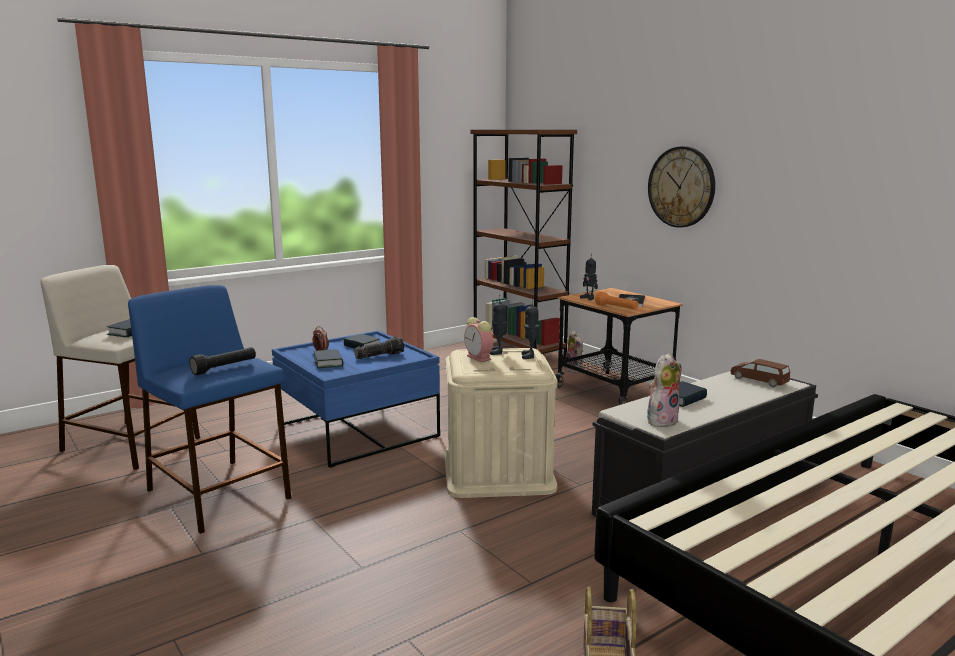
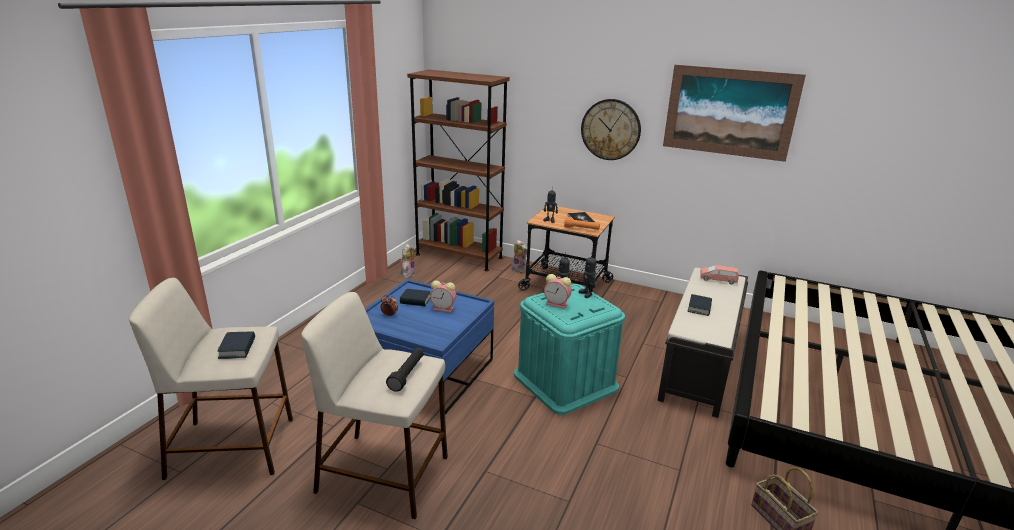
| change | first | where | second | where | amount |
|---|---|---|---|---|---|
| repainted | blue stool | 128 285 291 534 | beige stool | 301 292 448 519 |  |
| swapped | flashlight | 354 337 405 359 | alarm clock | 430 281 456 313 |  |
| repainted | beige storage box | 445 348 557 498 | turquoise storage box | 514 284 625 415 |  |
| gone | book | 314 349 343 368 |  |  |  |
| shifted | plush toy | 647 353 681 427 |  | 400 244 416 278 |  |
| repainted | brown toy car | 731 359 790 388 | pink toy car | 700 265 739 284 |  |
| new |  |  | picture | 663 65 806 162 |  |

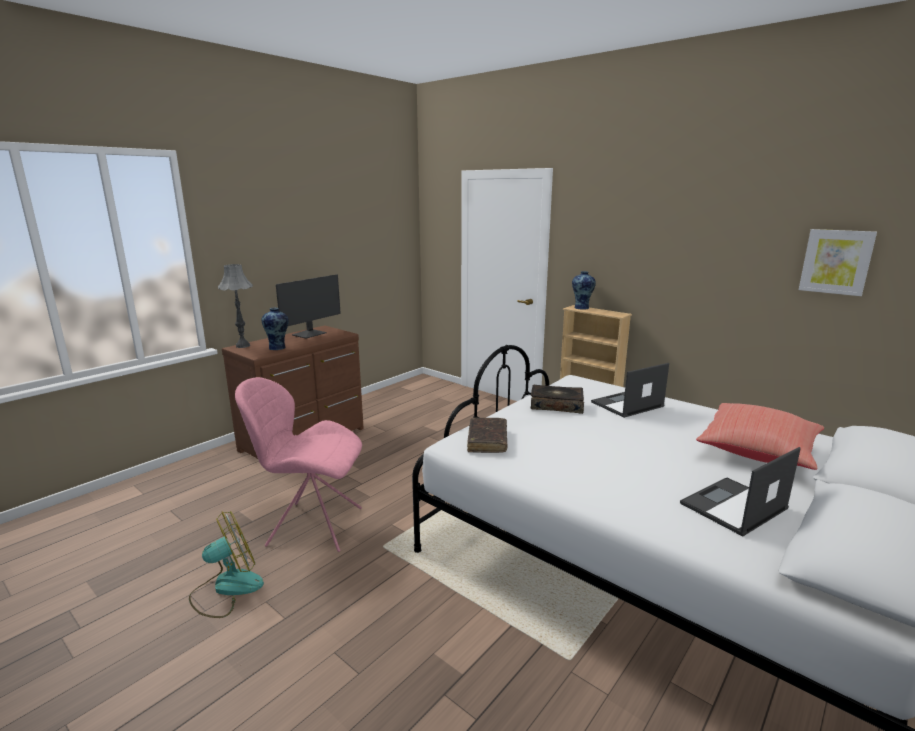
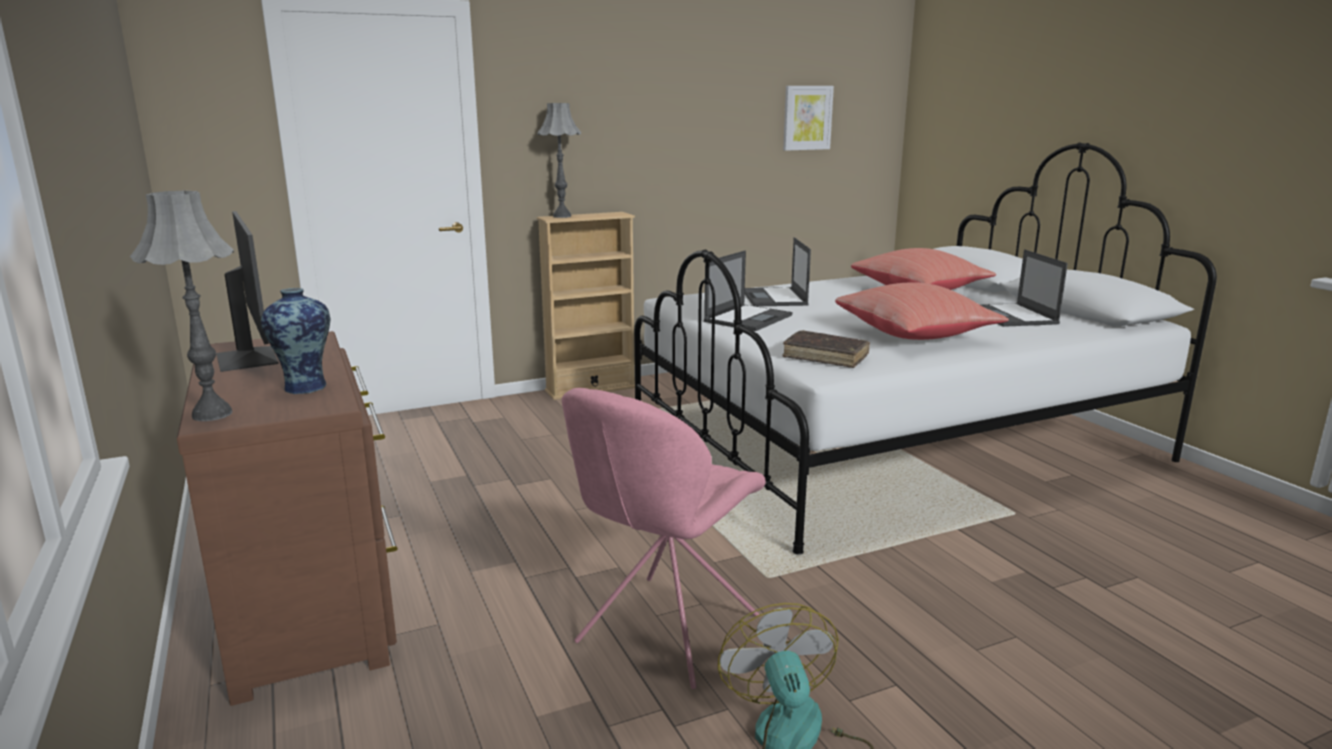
| change | first | where | second | where | amount |
|---|---|---|---|---|---|
| swapped | vase | 572 271 596 309 | grey table lamp | 538 103 581 218 |  |
| swapped | book | 531 385 584 414 | laptop | 704 250 792 331 |  |
| new |  |  | red pillow | 835 283 1009 340 |  |

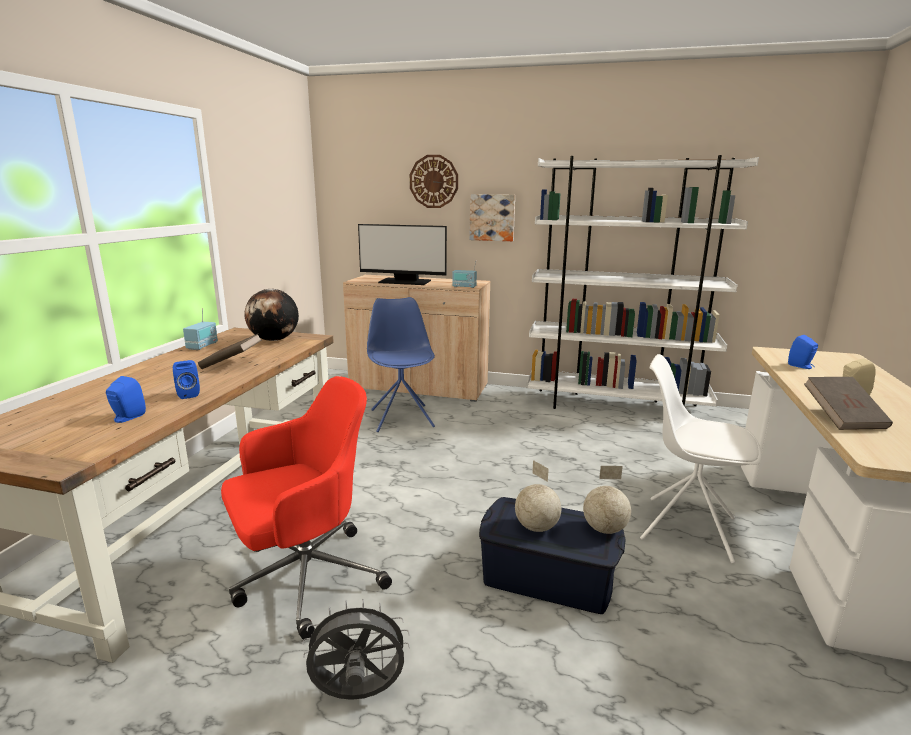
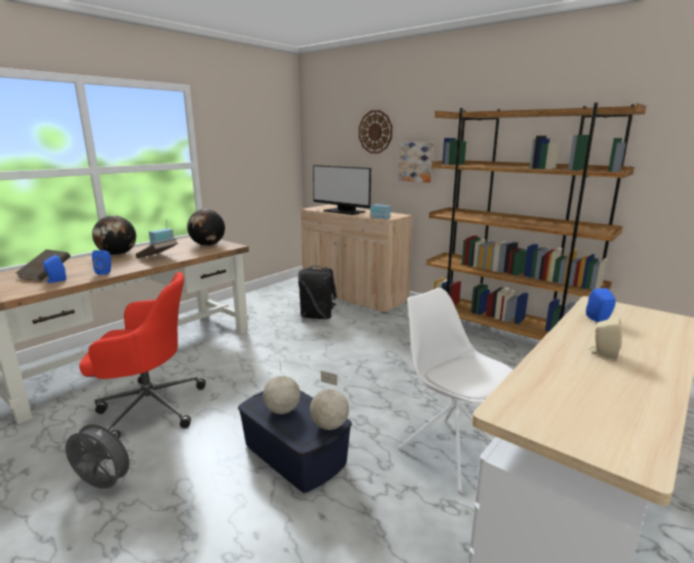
| change | first | where | second | where | amount |
|---|---|---|---|---|---|
| repainted | white bookcase | 526 155 759 409 | brown bookcase | 426 103 646 340 |  |
| swapped | blue chair | 367 297 435 432 | black backpack | 298 266 337 319 |  |
| shifted | brown book | 804 377 893 430 |  | 16 249 71 281 |  |
| new |  |  | globe | 92 215 136 255 |  |

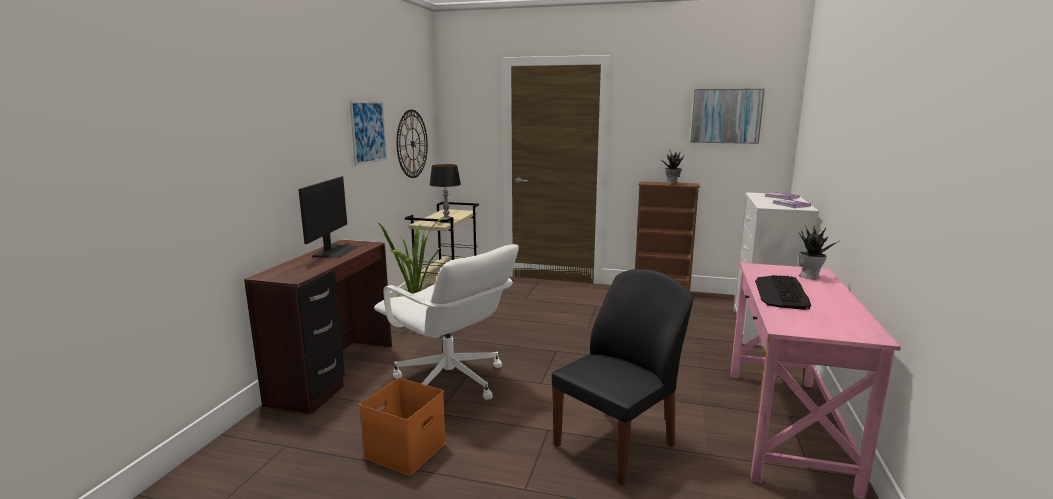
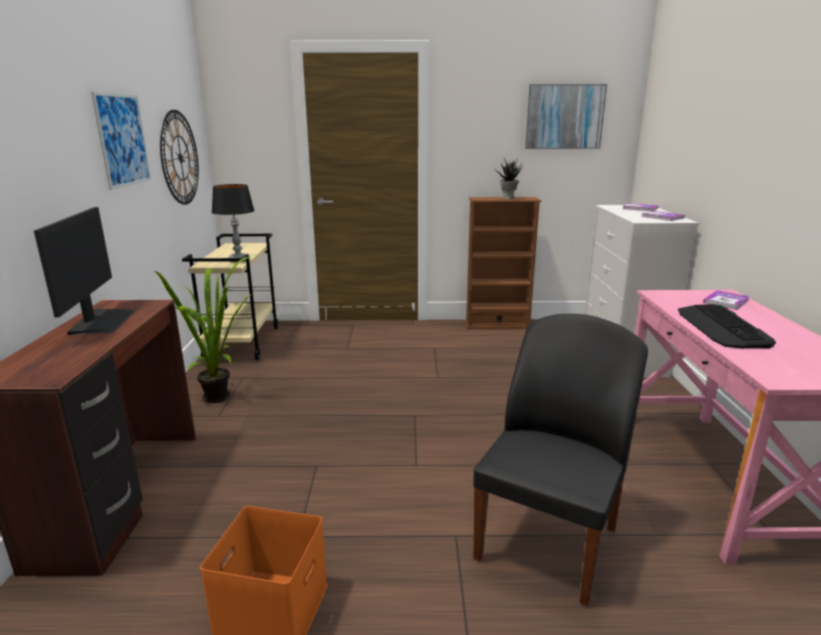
| change | first | where | second | where | amount |
|---|---|---|---|---|---|
| swapped | potted plant | 799 225 839 279 | book | 703 290 750 310 |  |
| gone | white office chair | 374 244 519 400 |  |  |  |

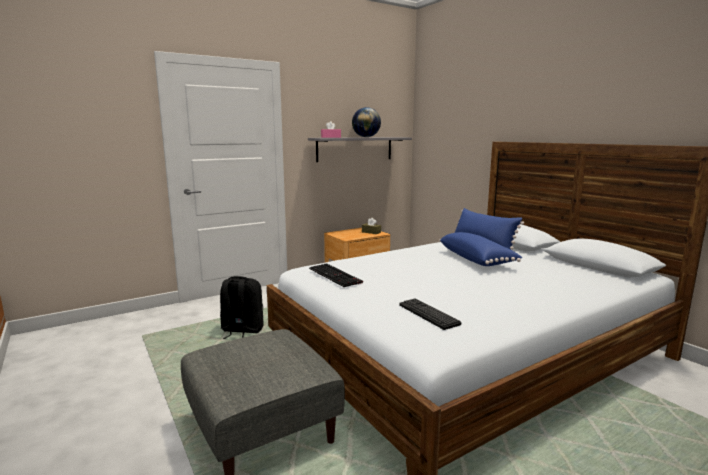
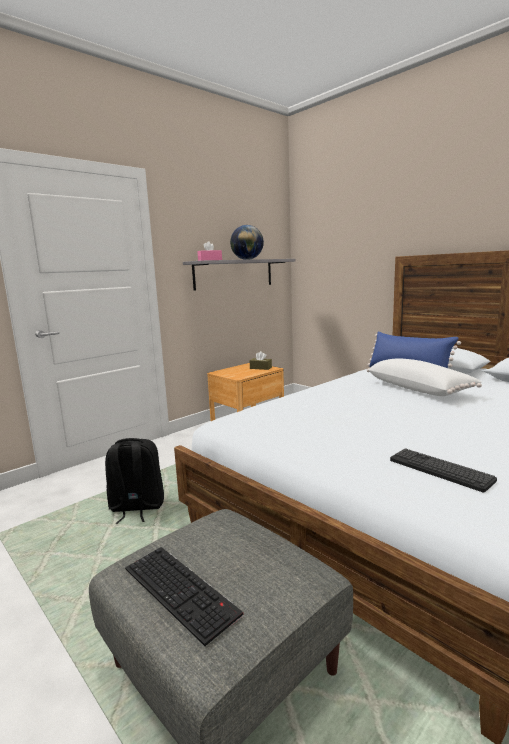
| change | first | where | second | where | amount |
|---|---|---|---|---|---|
| repainted | blue pillow | 439 232 522 266 | white pillow | 367 359 482 396 |  |
| shifted | keyboard | 309 264 363 287 |  | 125 547 244 646 |  |

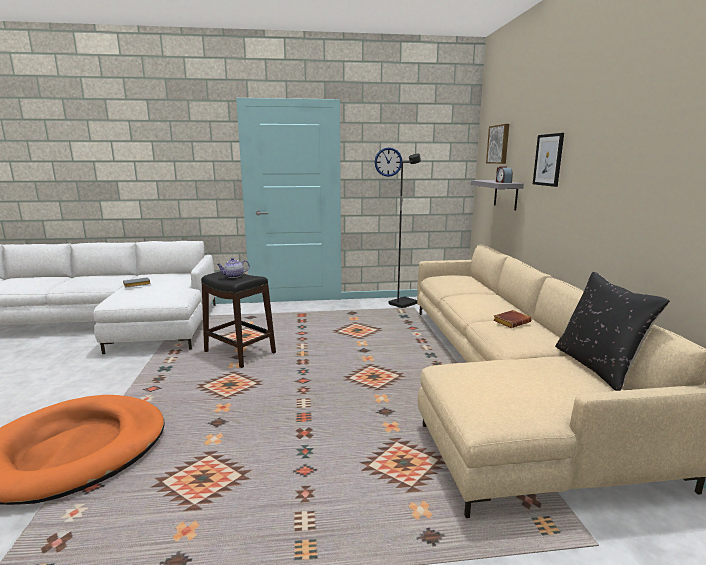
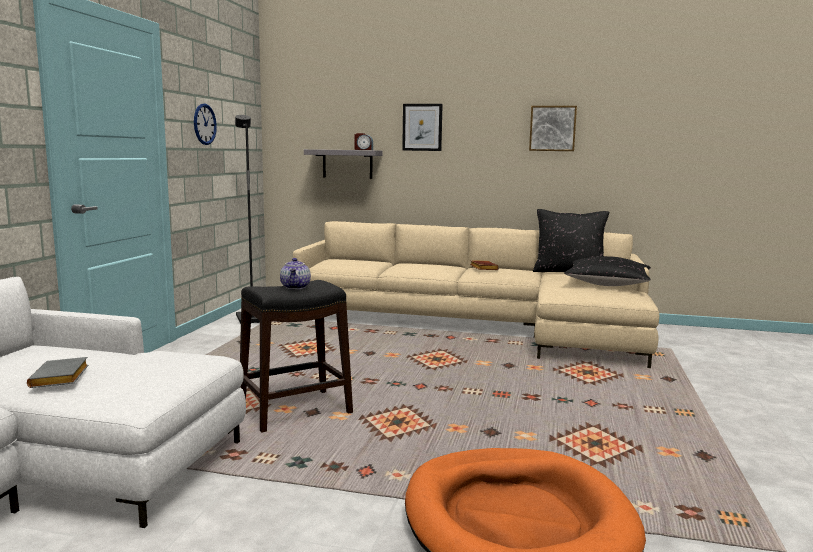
| change | first | where | second | where | amount |
|---|---|---|---|---|---|
| shifted | picture | 486 124 509 164 |  | 529 106 577 151 |  |
| new |  |  | black pillow | 564 256 651 286 |  |

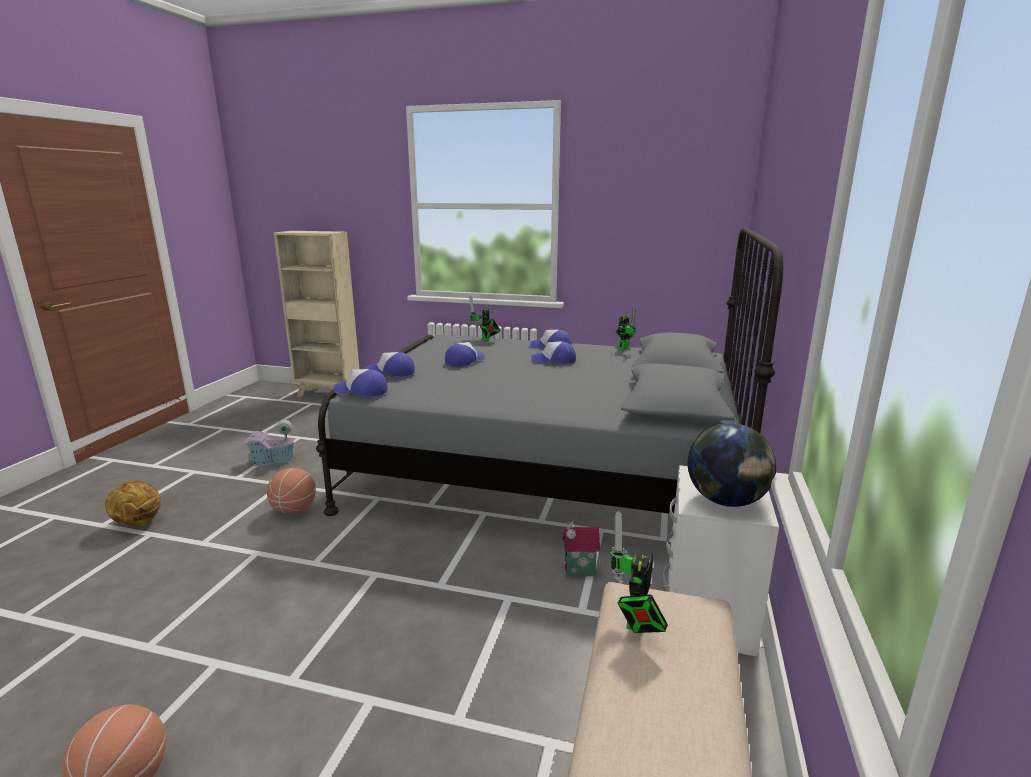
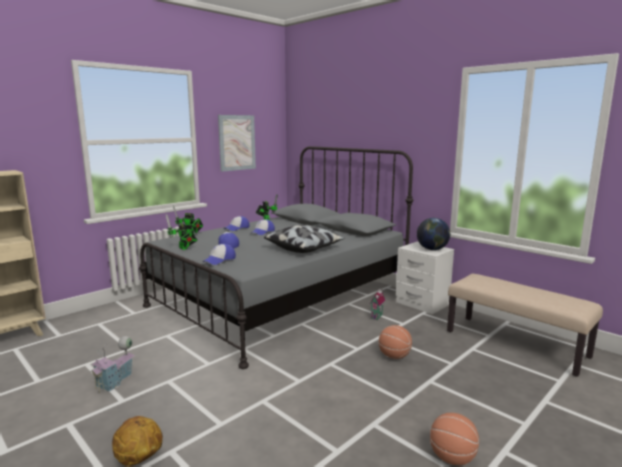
| change | first | where | second | where | amount |
|---|---|---|---|---|---|
| gone | cap | 333 369 387 397 |  |  |  |
| shifted | basketball | 267 468 316 514 |  | 379 325 412 359 |  |
| shifted | toy robot | 609 510 668 633 |  | 166 214 198 250 |  |
| new |  |  | picture | 218 115 256 172 |  |
| new |  |  | pillow | 264 225 345 253 |  |

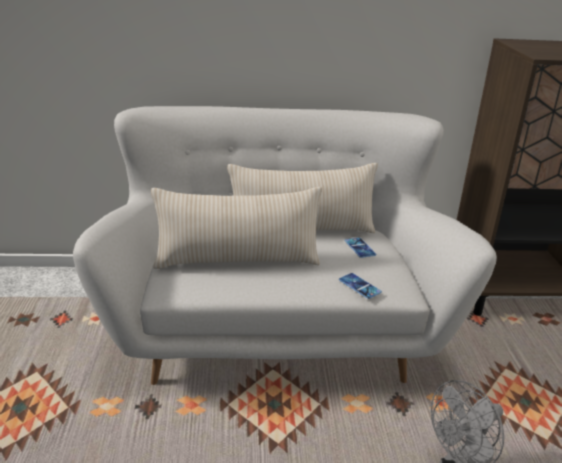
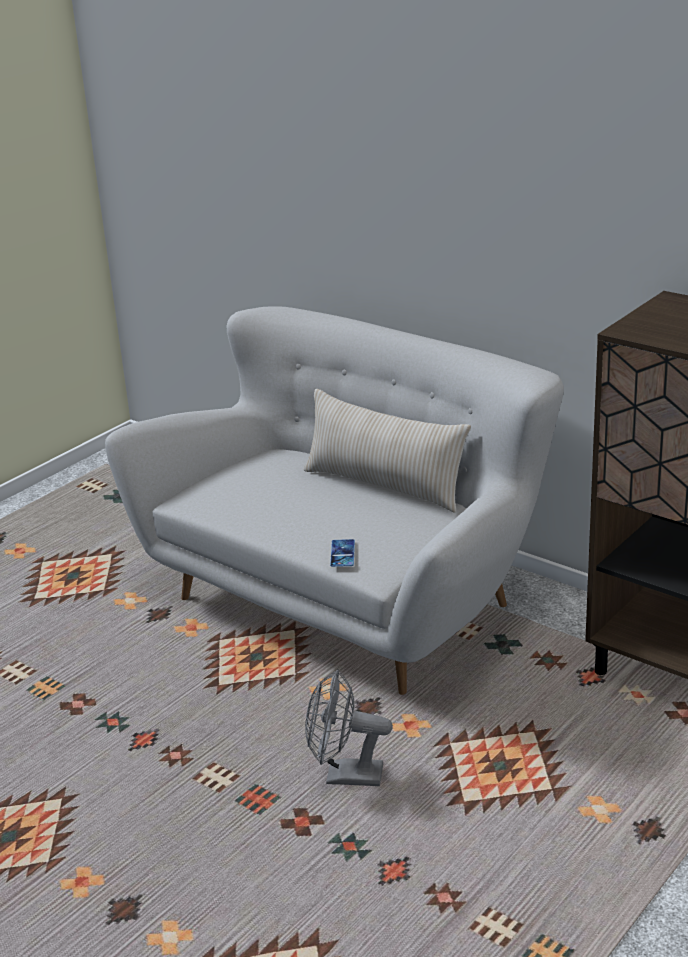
| change | first | where | second | where | amount |
|---|---|---|---|---|---|
| gone | beige pillow | 151 187 322 269 |  |  |  |
| gone | phone | 345 238 376 258 |  |  |  |

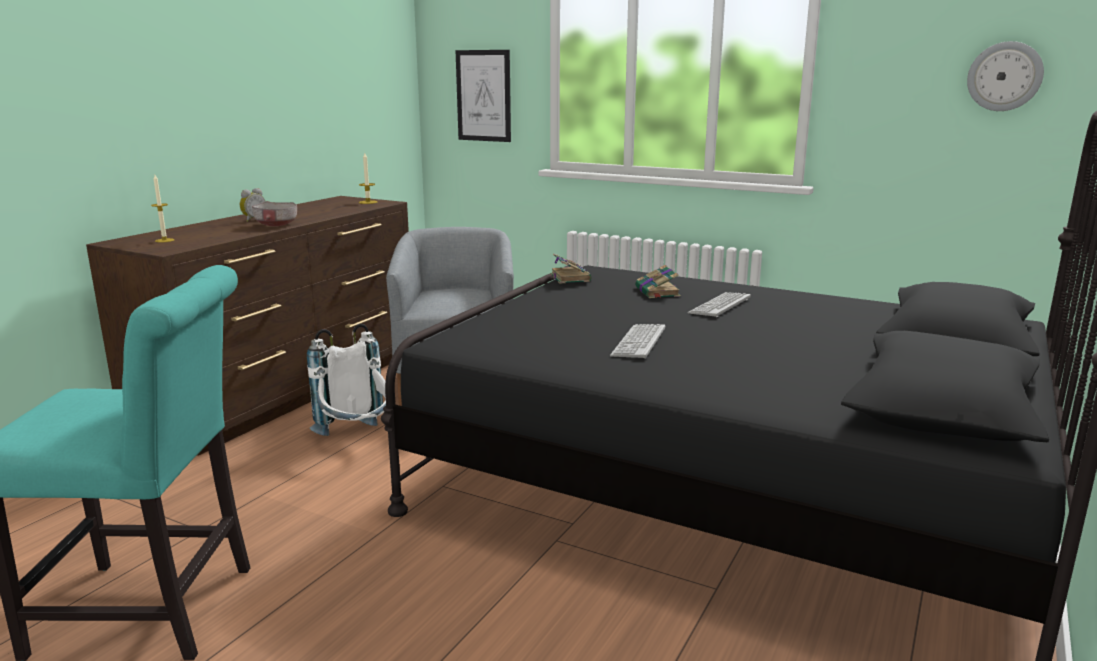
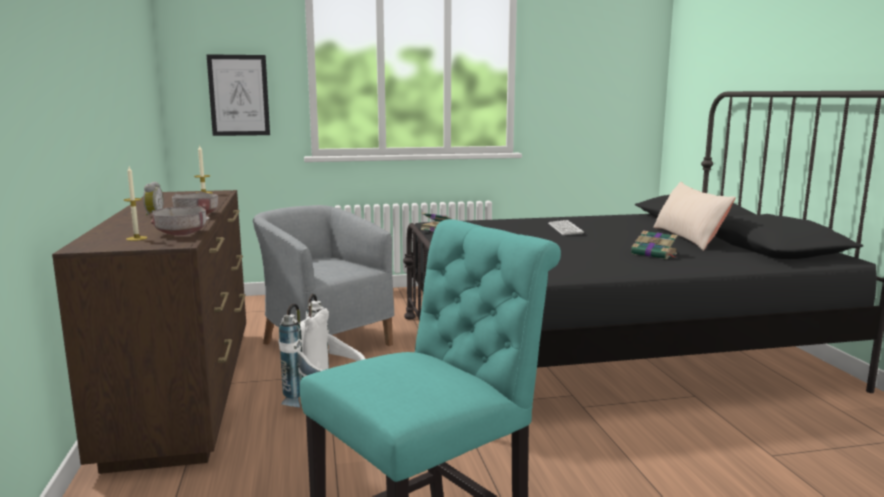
| change | first | where | second | where | amount |
|---|---|---|---|---|---|
| gone | wall clock | 967 41 1044 111 |  |  |  |
| shifted | book | 635 265 681 298 |  | 631 231 678 259 |  |
| gone | keyboard | 610 324 665 358 |  |  |  |
| new |  |  | beige pillow | 653 182 736 251 |  |
| new |  |  | grey bowl | 151 206 210 235 |  |

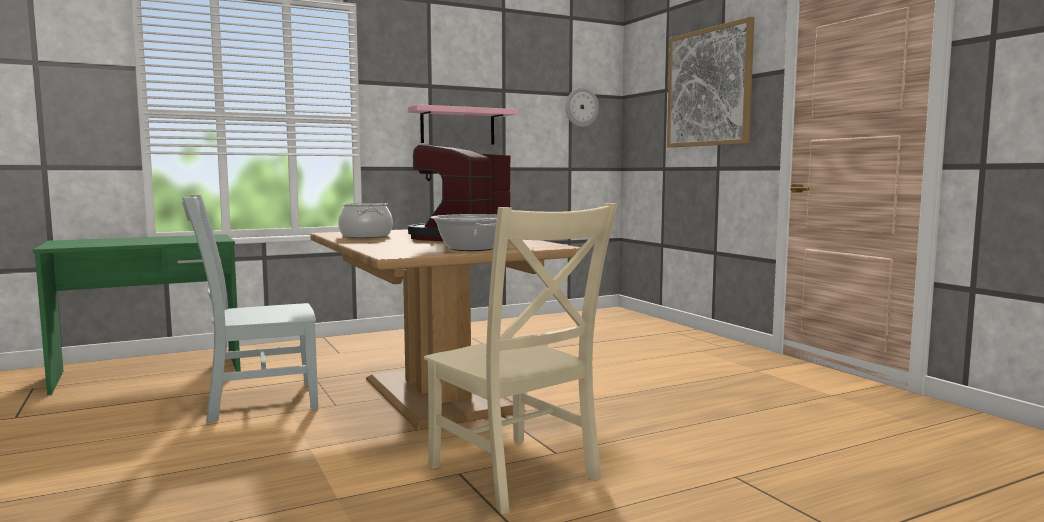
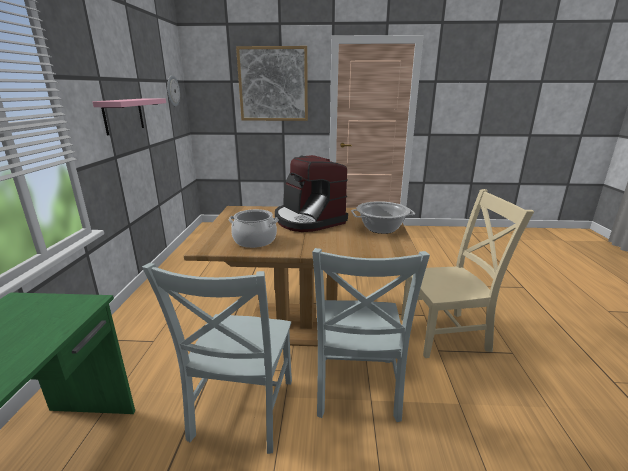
| change | first | where | second | where | amount |
|---|---|---|---|---|---|
| new |  |  | grey chair | 312 248 430 422 |  |

